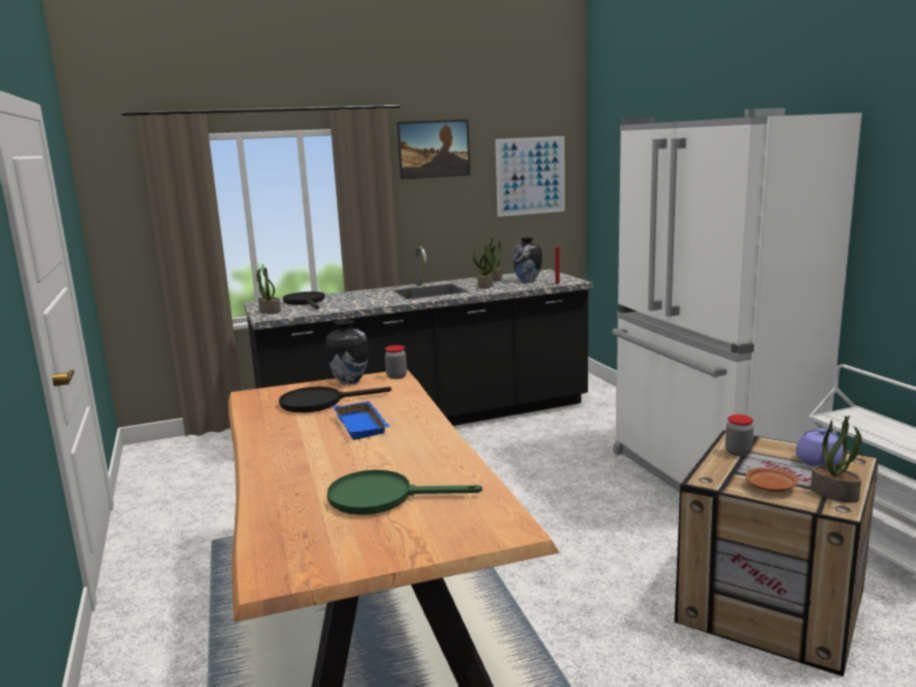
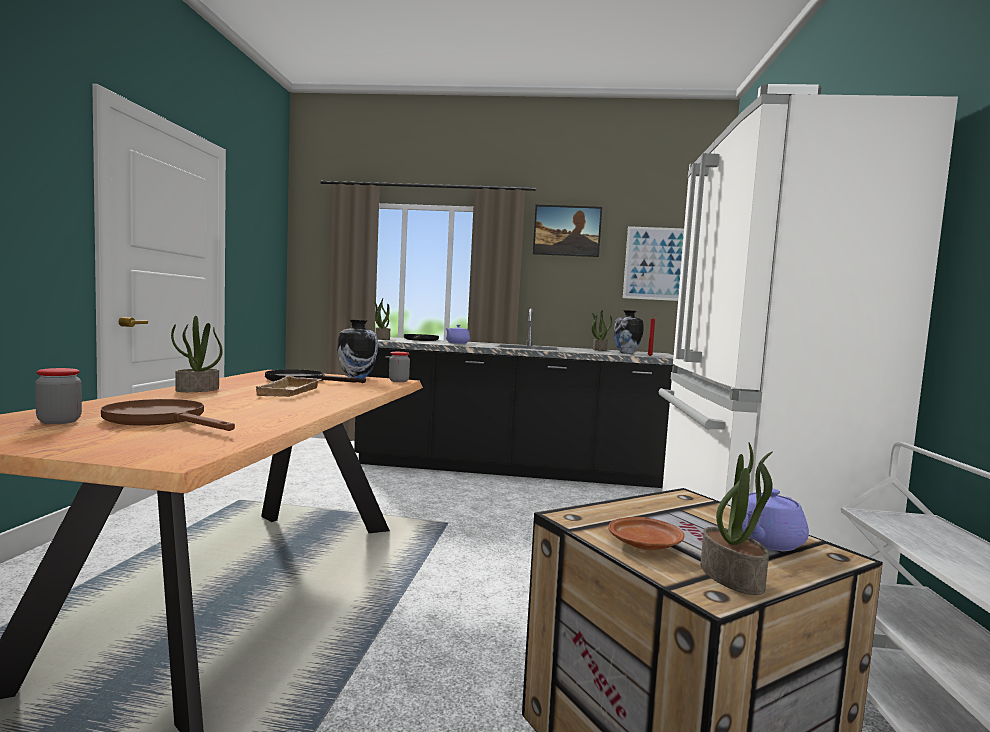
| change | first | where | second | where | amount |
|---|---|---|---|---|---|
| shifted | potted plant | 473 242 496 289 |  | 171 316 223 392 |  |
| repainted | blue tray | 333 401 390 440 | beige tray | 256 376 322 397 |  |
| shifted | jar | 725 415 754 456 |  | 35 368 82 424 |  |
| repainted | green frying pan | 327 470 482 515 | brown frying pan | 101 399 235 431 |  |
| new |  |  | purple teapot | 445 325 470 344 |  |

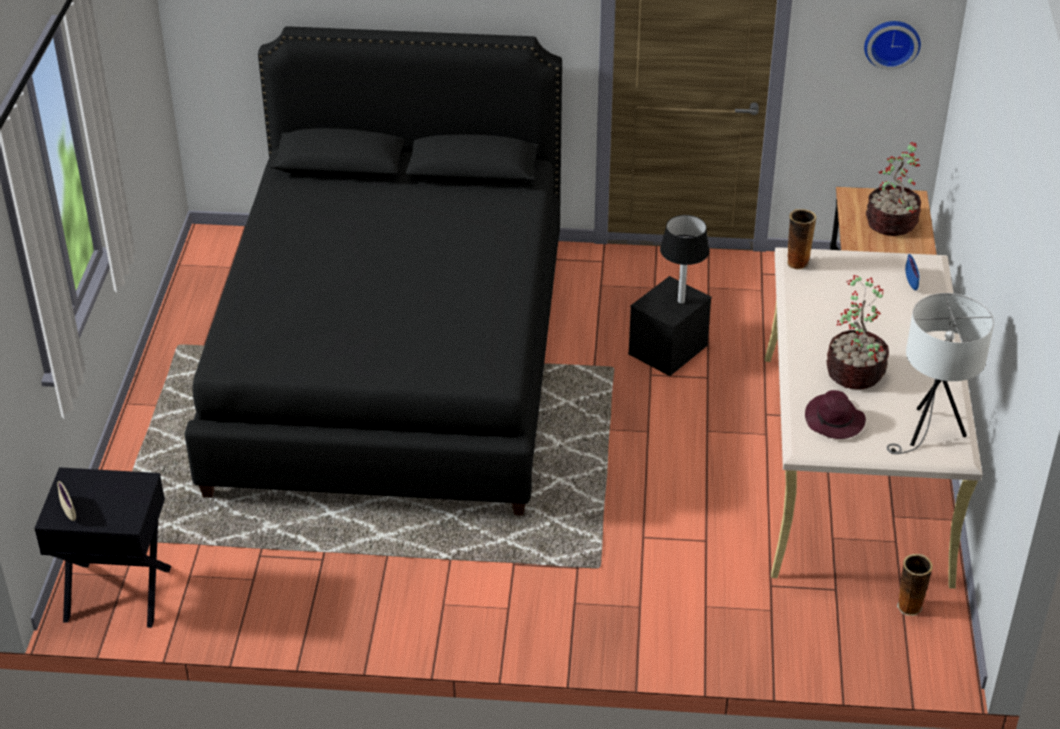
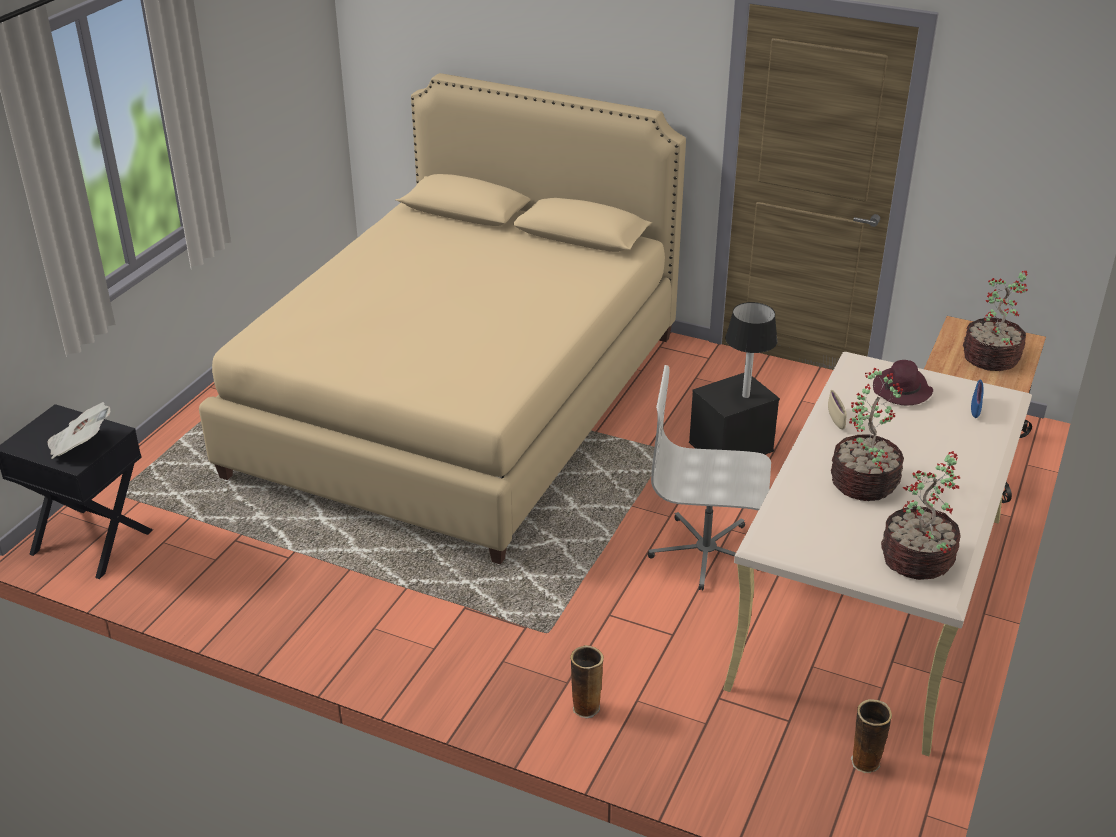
| change | first | where | second | where | amount |
|---|---|---|---|---|---|
| gone | wall clock | 864 21 921 70 |  |  |  |
| repainted | black bed | 184 26 562 516 | beige bed | 199 73 686 564 |  |
| shifted | vase | 787 209 816 270 |  | 570 645 604 718 |  |
| swapped | white table lamp | 887 293 994 454 | potted plant | 881 451 961 580 |  |
| shifted | purple hat | 805 390 866 439 |  | 873 360 933 406 |  |
| shifted | beige bowl | 57 481 76 521 |  | 828 390 847 429 |  |
| new |  |  | white office chair | 648 365 771 591 |  |
| new |  |  | newspaper | 47 402 110 459 |  |

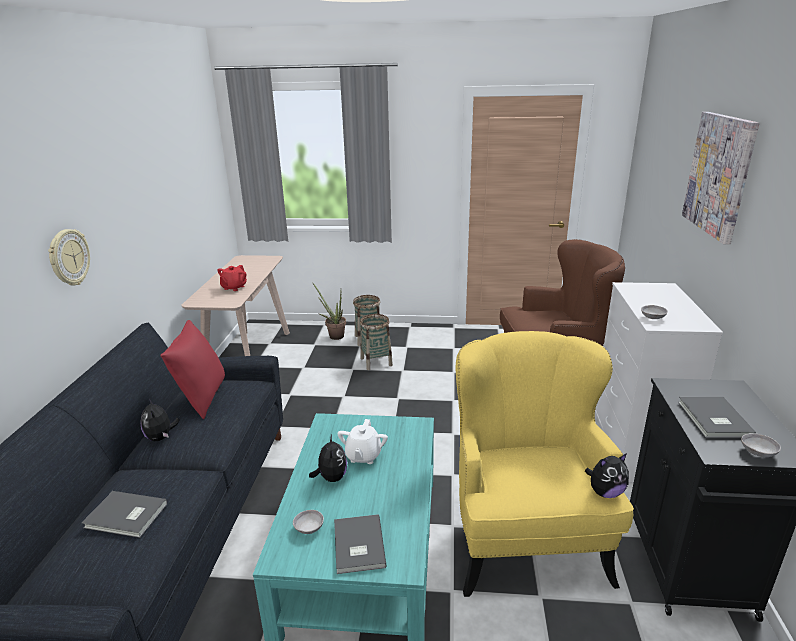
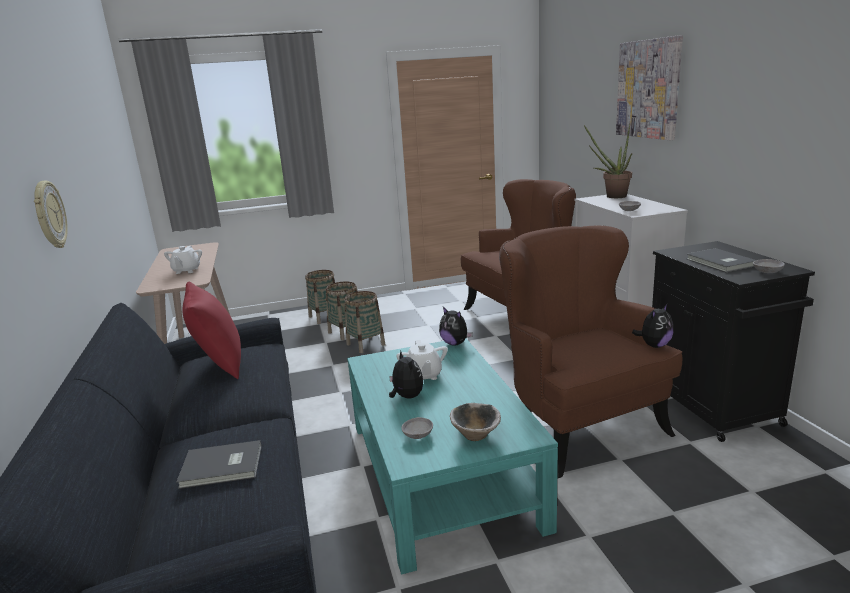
| change | first | where | second | where | amount |
|---|---|---|---|---|---|
| repainted | red teapot | 217 265 247 291 | white teapot | 164 246 202 274 |  |
| shifted | potted plant | 312 282 346 340 |  | 584 124 632 198 |  |
| repainted | yellow armchair | 456 331 634 597 | brown armchair | 499 225 683 478 |  |
| shifted | plush toy | 140 398 179 441 |  | 439 307 473 346 |  |
| swapped | grey book | 334 514 387 574 | bowl | 450 403 501 441 |  |
| new |  |  | basket | 344 291 385 353 |  |

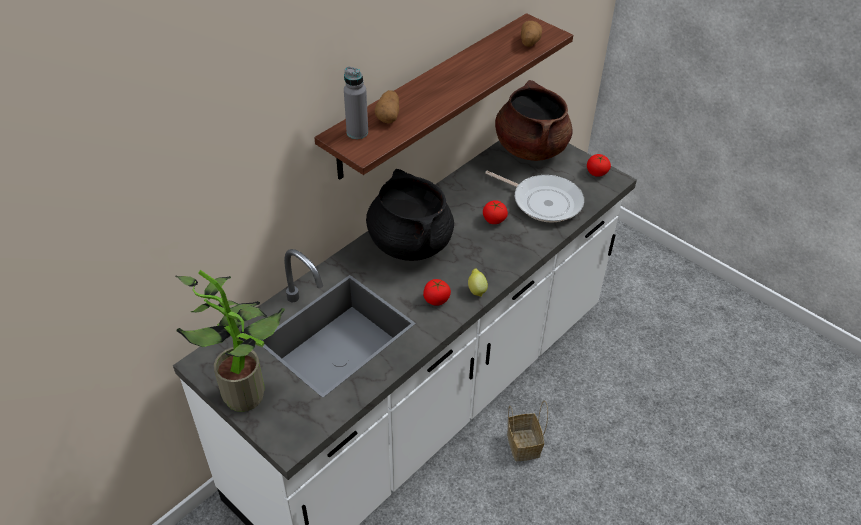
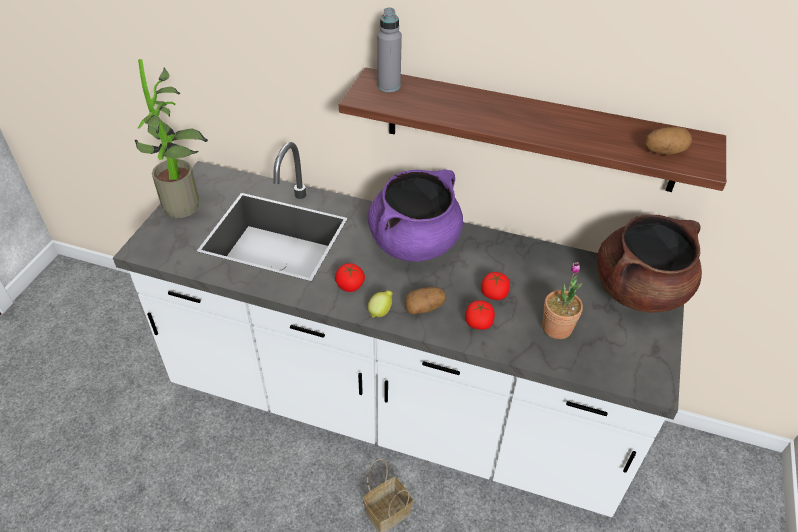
| change | first | where | second | where | amount |
|---|---|---|---|---|---|
| shifted | potato | 375 90 399 123 |  | 405 287 446 314 |  |
| shifted | tomato | 587 154 611 177 |  | 465 300 495 330 |  |
| repainted | black cooking pot | 366 169 454 261 | purple cooking pot | 368 170 463 262 |  |
| swapped | frying pan | 485 171 584 223 | potted plant | 542 262 583 339 |  |

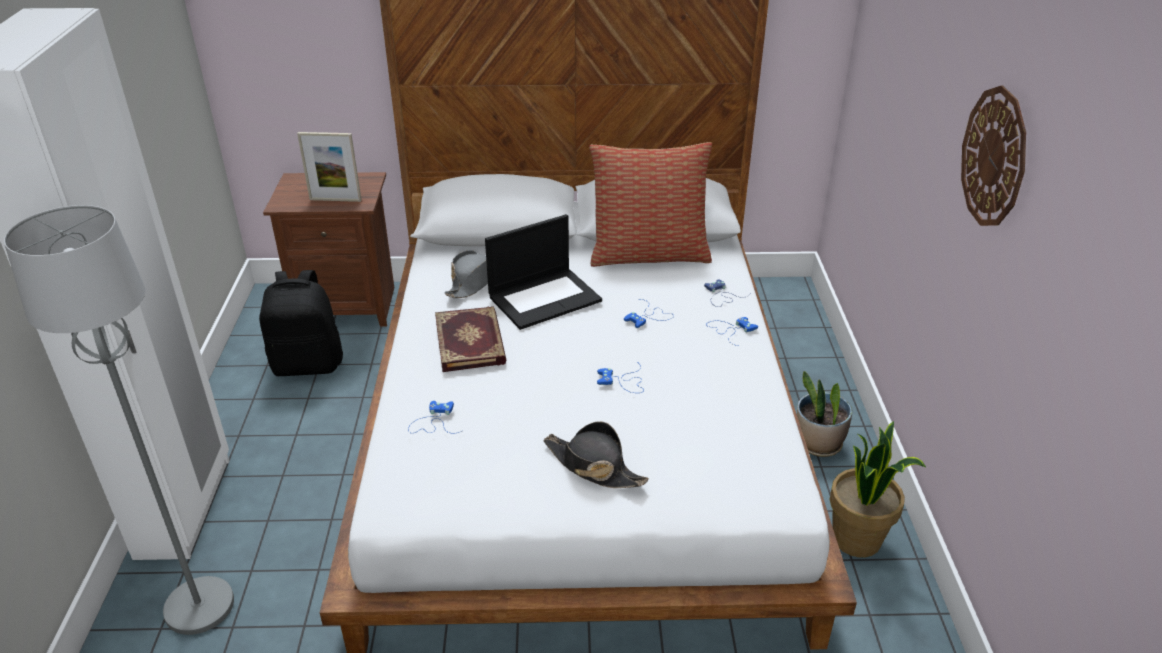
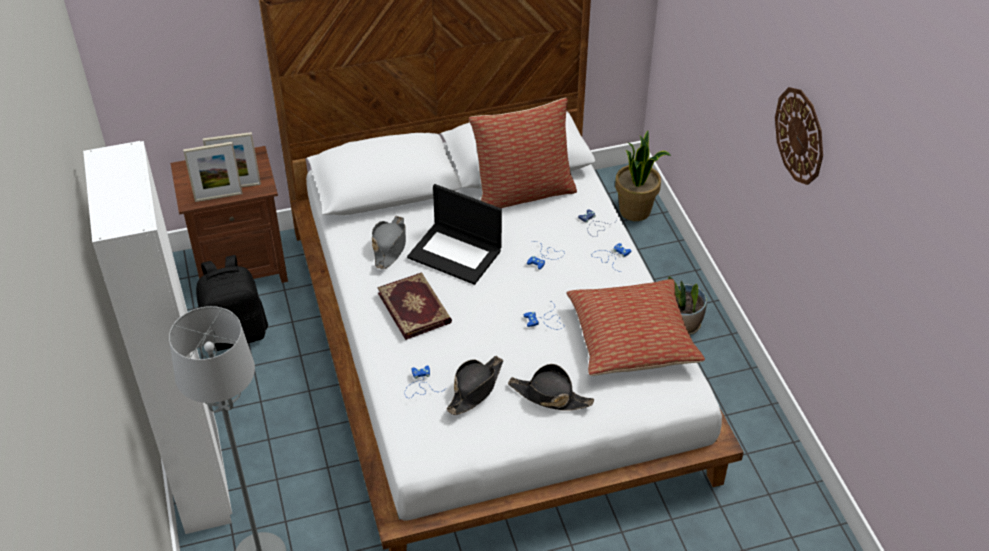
| change | first | where | second | where | amount |
|---|---|---|---|---|---|
| rotated | laptop | 485 214 602 330 |  | 407 184 502 285 | 75 degrees clockwise |
| shifted | potted plant | 830 421 926 557 |  | 615 131 671 221 |  |
| new |  |  | picture frame | 183 142 243 202 |  |
| new |  |  | pillow | 566 279 705 376 |  |
| new |  |  | black hat | 446 356 503 415 |  |

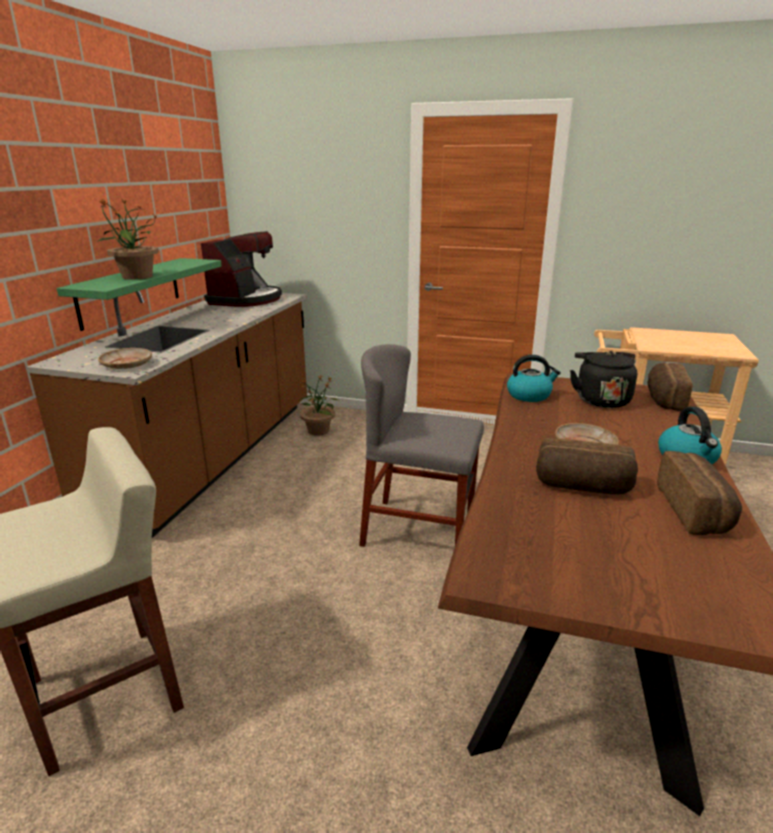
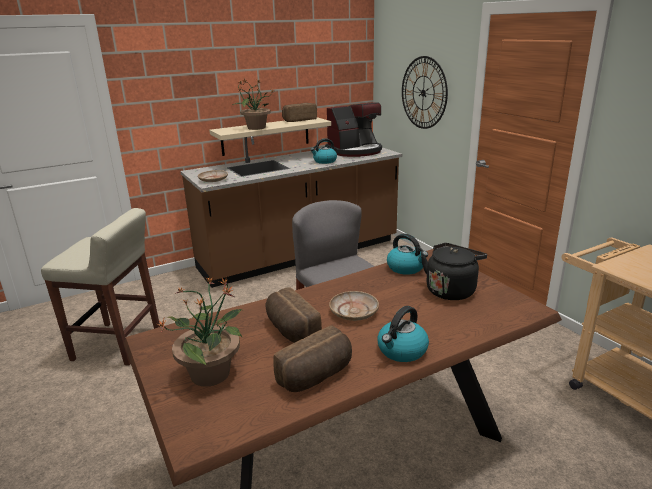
| change | first | where | second | where | amount |
|---|---|---|---|---|---|
| repainted | green shelf | 57 258 222 331 | beige shelf | 209 117 331 156 |  |
| shifted | bread | 647 363 693 411 |  | 282 103 317 122 |  |
| shifted | potted plant | 300 376 339 436 |  | 157 276 242 387 |  |
| new |  |  | wall clock | 402 56 448 129 |  |
| new |  |  | kettle | 310 138 337 164 |  |

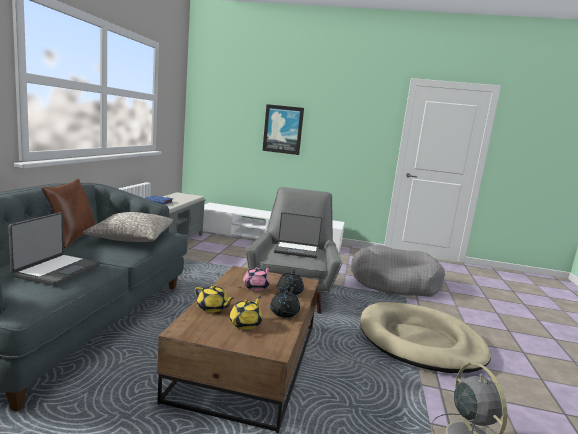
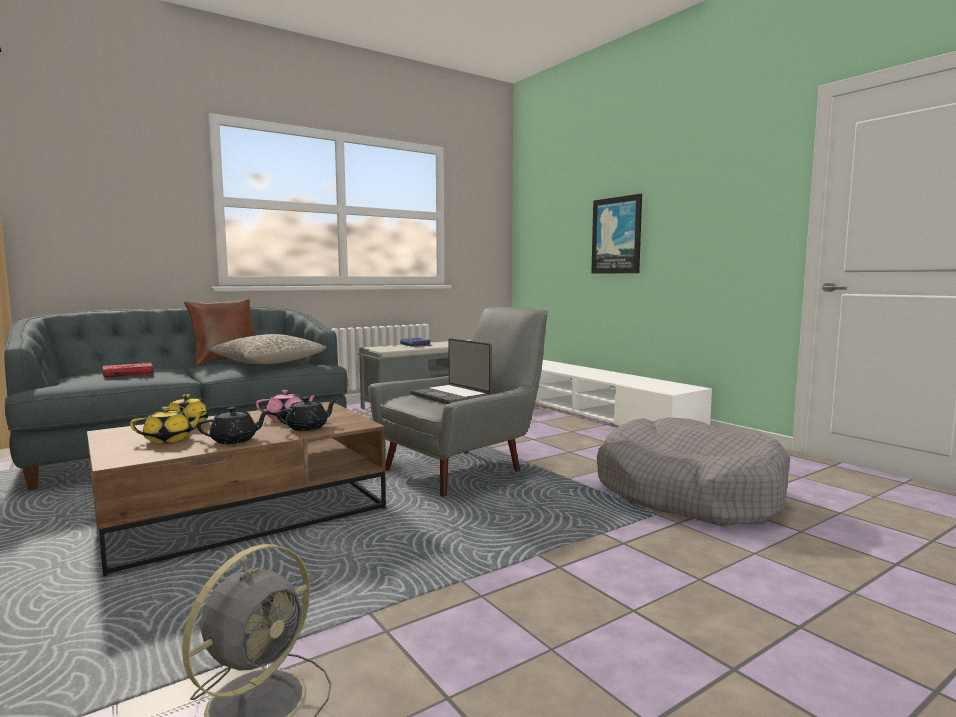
| change | first | where | second | where | amount |
|---|---|---|---|---|---|
| swapped | laptop | 8 212 101 286 | red book | 103 363 153 377 |  |
| gone | beige dog bed | 360 302 491 373 |  |  |  |

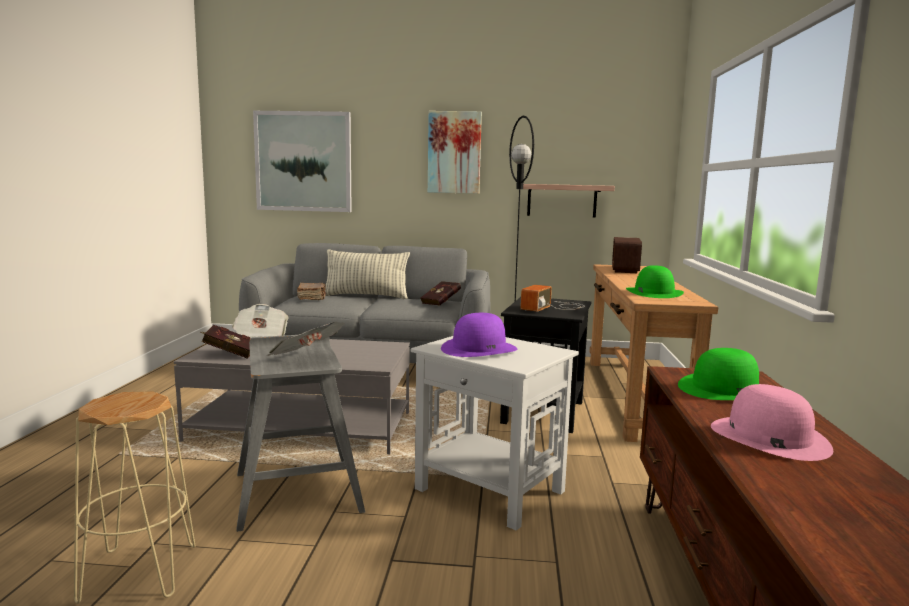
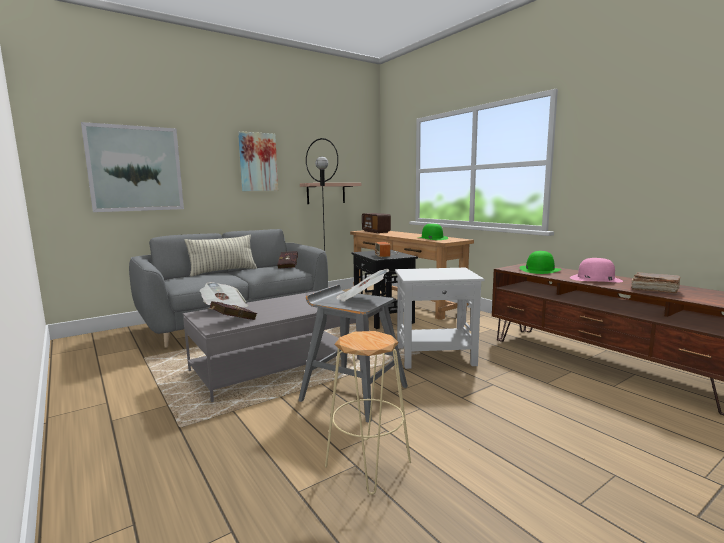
| change | first | where | second | where | amount |
|---|---|---|---|---|---|
| shifted | brown book | 297 283 326 300 |  | 631 272 680 293 |  |
| gone | purple hat | 441 313 517 357 |  |  |  |

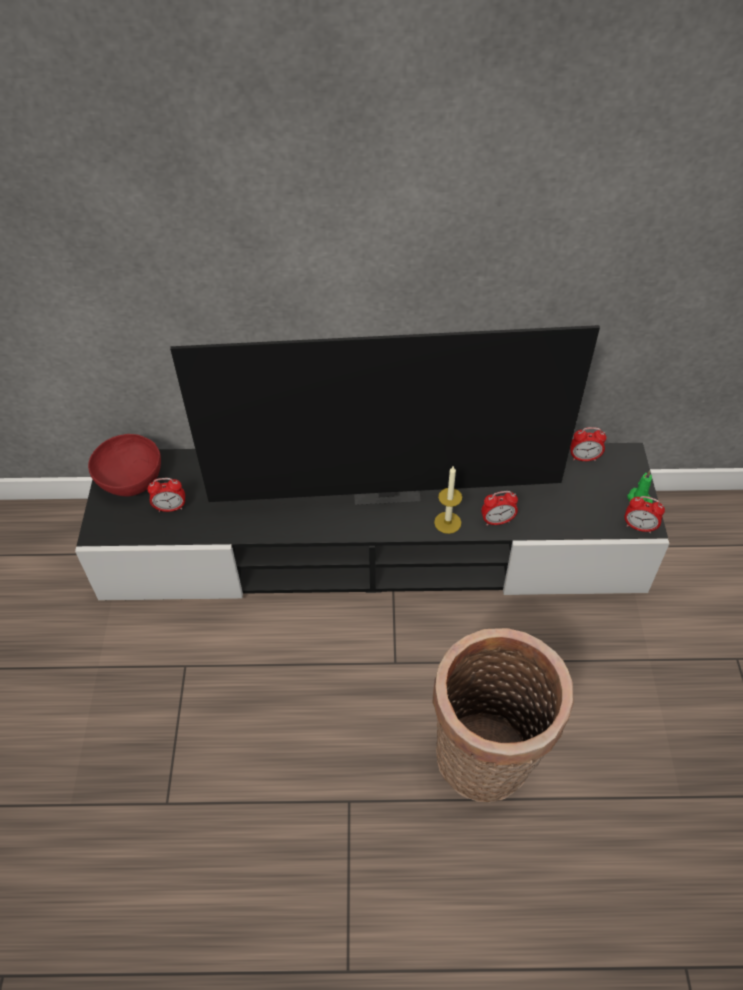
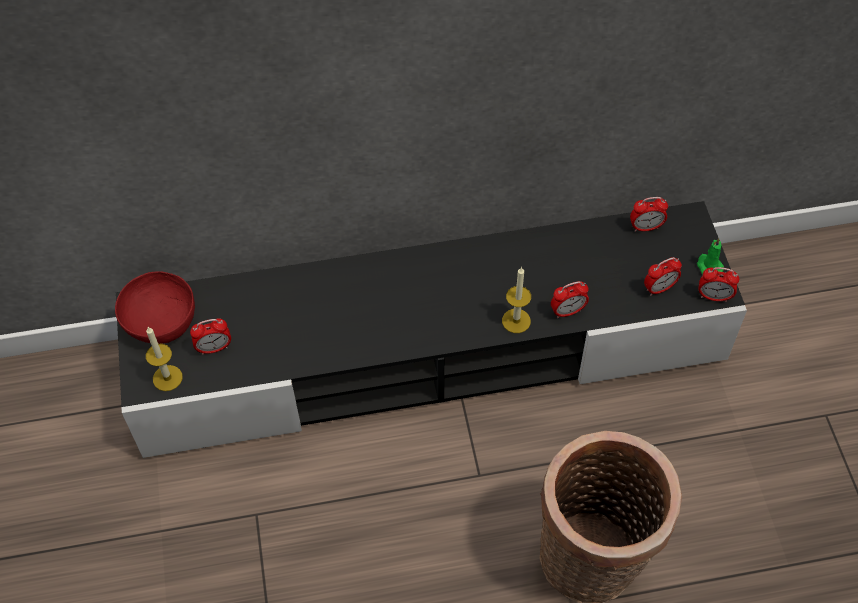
| change | first | where | second | where | amount |
|---|---|---|---|---|---|
| gone | television | 170 325 600 505 |  |  |  |
| new |  |  | alarm clock | 644 257 682 296 |  |
| new |  |  | candle | 146 327 183 391 |  |

